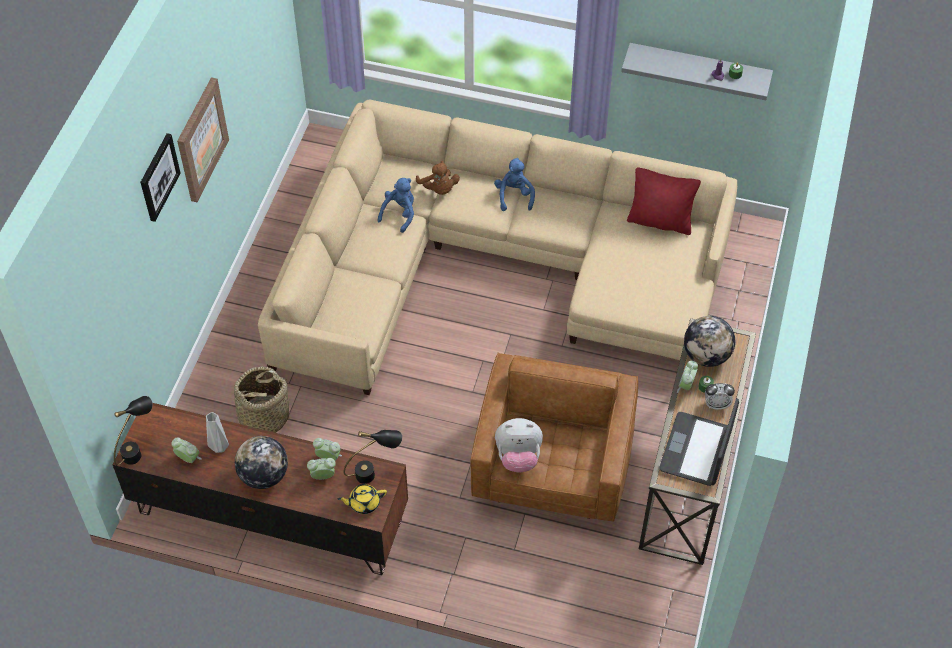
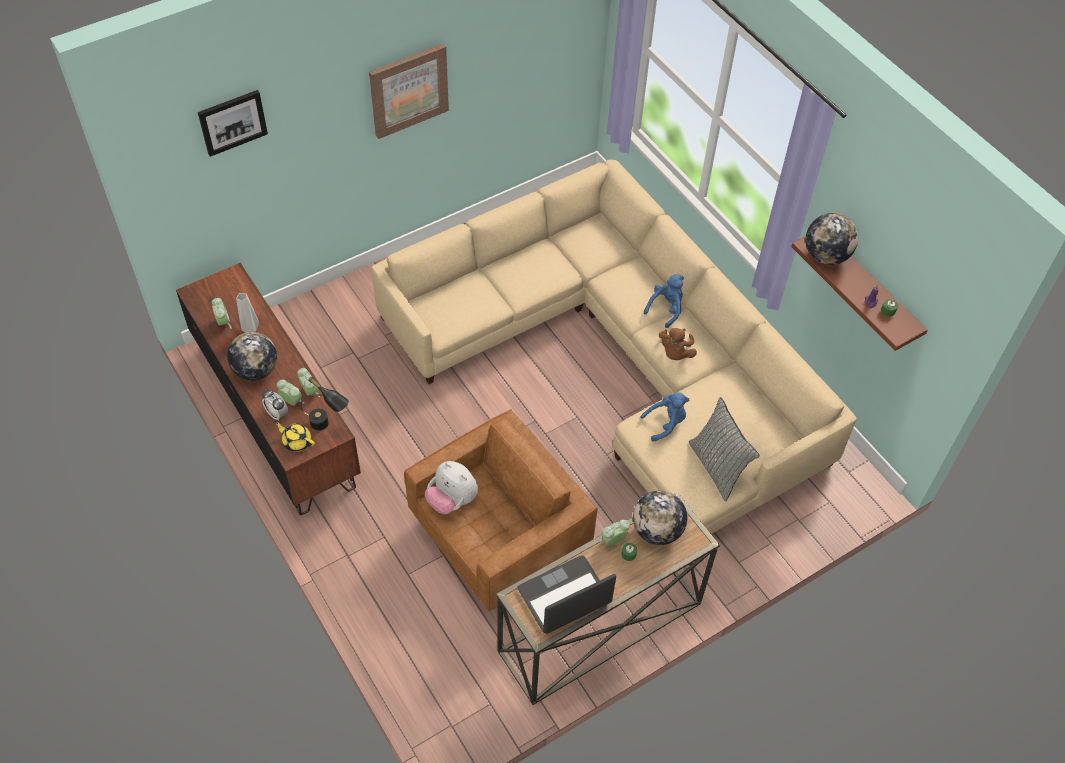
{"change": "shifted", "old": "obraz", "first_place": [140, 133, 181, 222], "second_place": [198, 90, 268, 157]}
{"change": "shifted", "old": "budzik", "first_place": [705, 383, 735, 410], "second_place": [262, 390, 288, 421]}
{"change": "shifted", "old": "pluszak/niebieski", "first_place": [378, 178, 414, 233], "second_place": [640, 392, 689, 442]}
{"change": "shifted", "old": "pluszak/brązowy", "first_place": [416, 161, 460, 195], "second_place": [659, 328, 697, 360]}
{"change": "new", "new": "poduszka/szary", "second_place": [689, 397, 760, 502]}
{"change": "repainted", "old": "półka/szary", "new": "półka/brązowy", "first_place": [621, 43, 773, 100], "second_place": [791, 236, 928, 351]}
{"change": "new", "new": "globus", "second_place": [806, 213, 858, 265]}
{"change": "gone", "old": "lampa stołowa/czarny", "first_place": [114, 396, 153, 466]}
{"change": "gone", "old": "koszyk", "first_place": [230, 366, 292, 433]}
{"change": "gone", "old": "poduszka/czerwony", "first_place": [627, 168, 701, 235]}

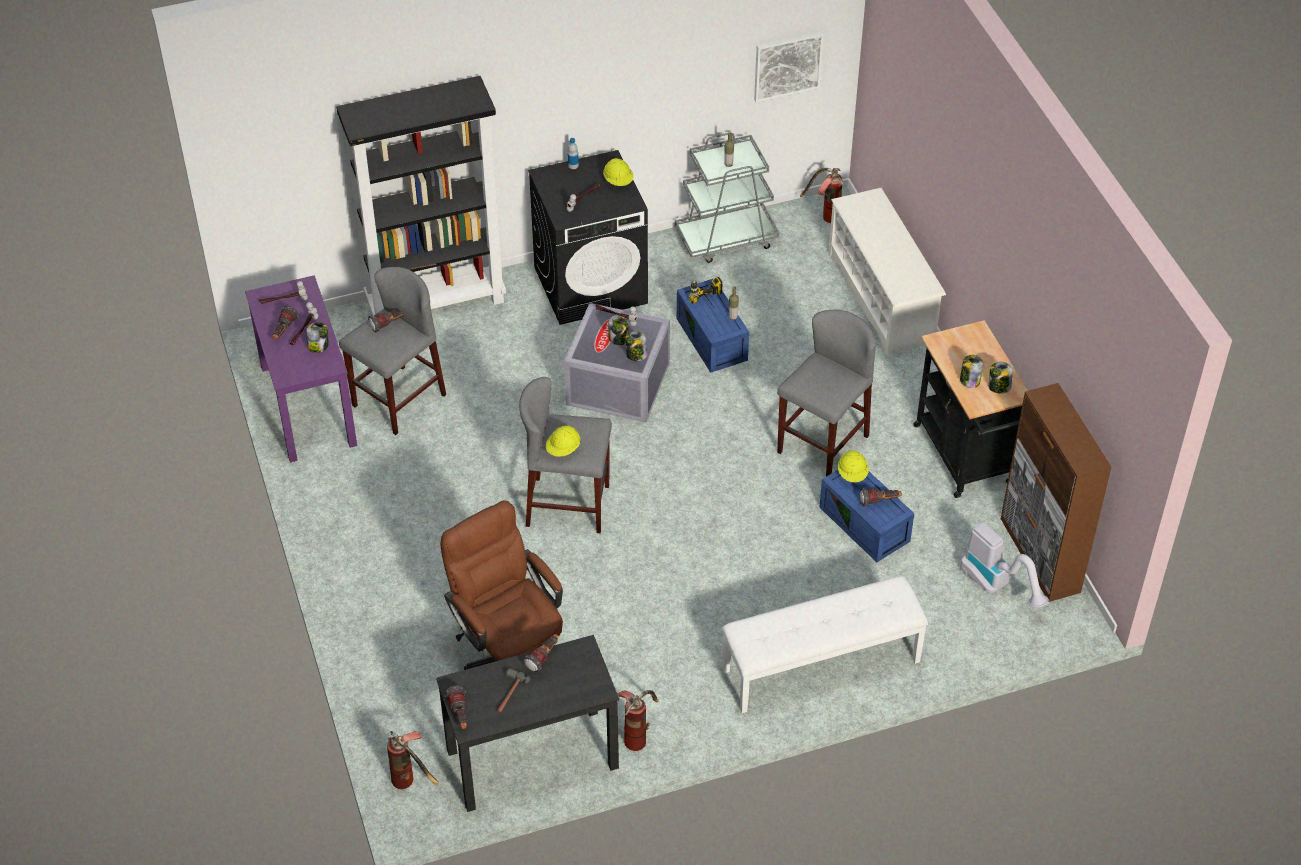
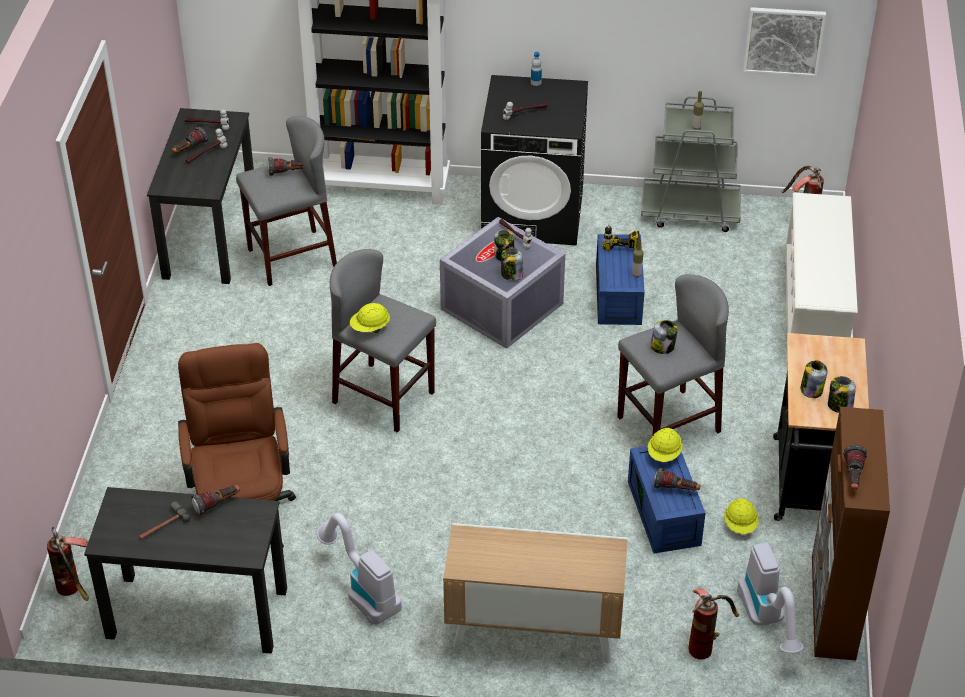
{"change": "repainted", "old": "biurko/fioletowy", "new": "biurko/czarny", "first_place": [245, 275, 357, 463], "second_place": [147, 108, 254, 284]}
{"change": "new", "new": "odkurzacz", "second_place": [316, 513, 402, 625]}
{"change": "swapped", "old": "ławka/biały", "new": "szafka", "first_place": [722, 576, 928, 713], "second_place": [443, 523, 628, 663]}
{"change": "shifted", "old": "słoik", "first_place": [306, 322, 329, 353], "second_place": [650, 320, 678, 354]}
{"change": "shifted", "old": "gaśnica", "first_place": [617, 690, 659, 751], "second_place": [688, 589, 739, 659]}
{"change": "shifted", "old": "kask/żółty", "first_place": [603, 158, 633, 186], "second_place": [724, 498, 759, 534]}
{"change": "shifted", "old": "latarka", "first_place": [444, 685, 467, 729], "second_place": [843, 445, 867, 490]}

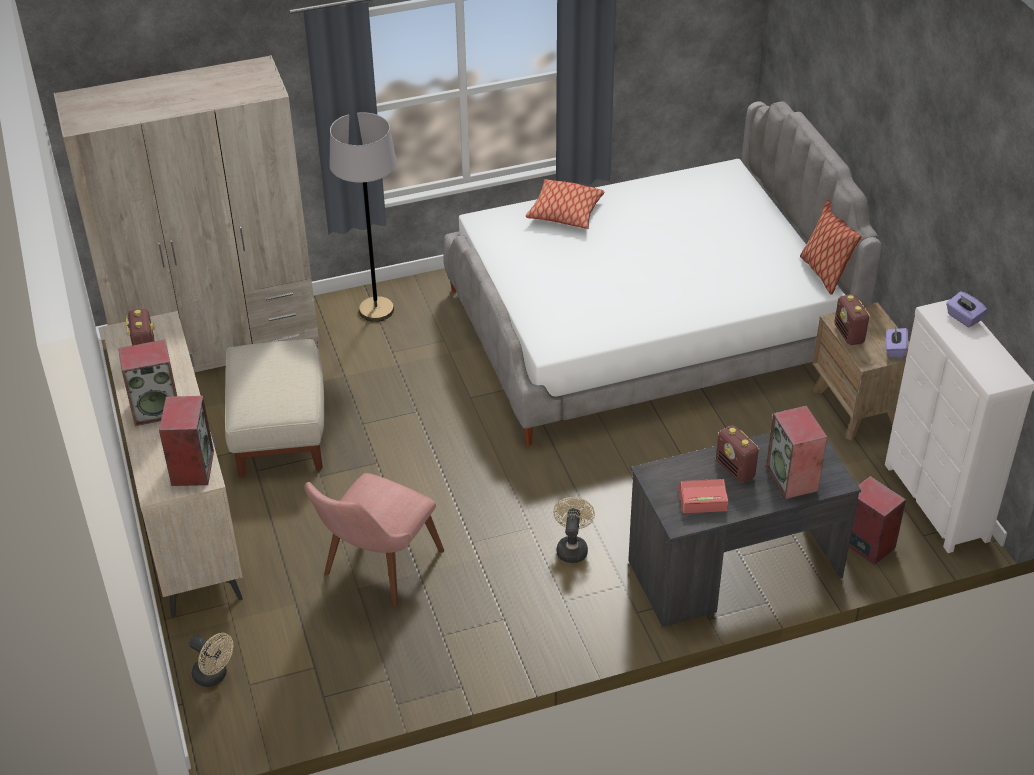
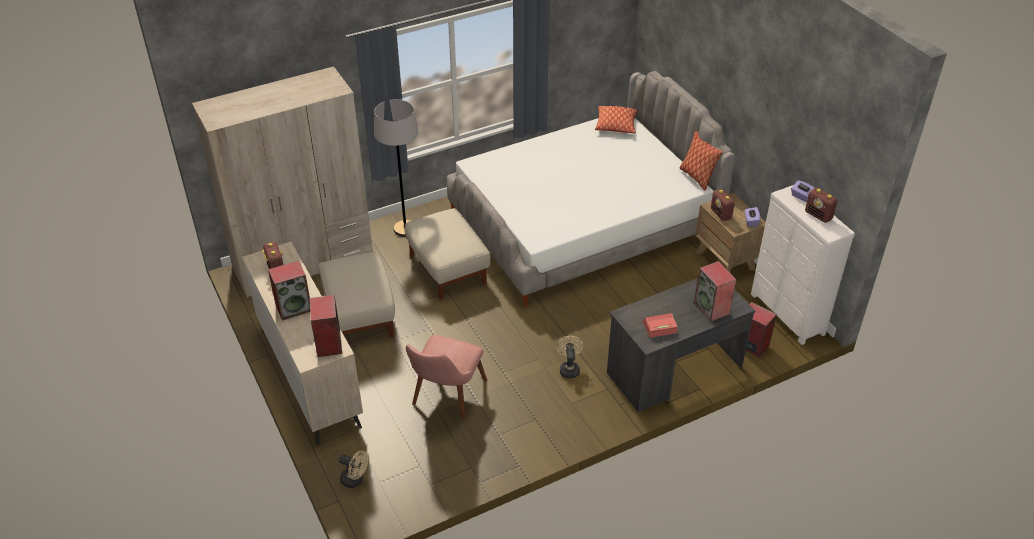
{"change": "new", "new": "pufa/beżowy", "second_place": [405, 208, 491, 300]}
{"change": "shifted", "old": "poduszka", "first_place": [526, 179, 604, 229], "second_place": [595, 106, 638, 134]}
{"change": "shifted", "old": "radio", "first_place": [716, 425, 760, 483], "second_place": [805, 188, 838, 223]}

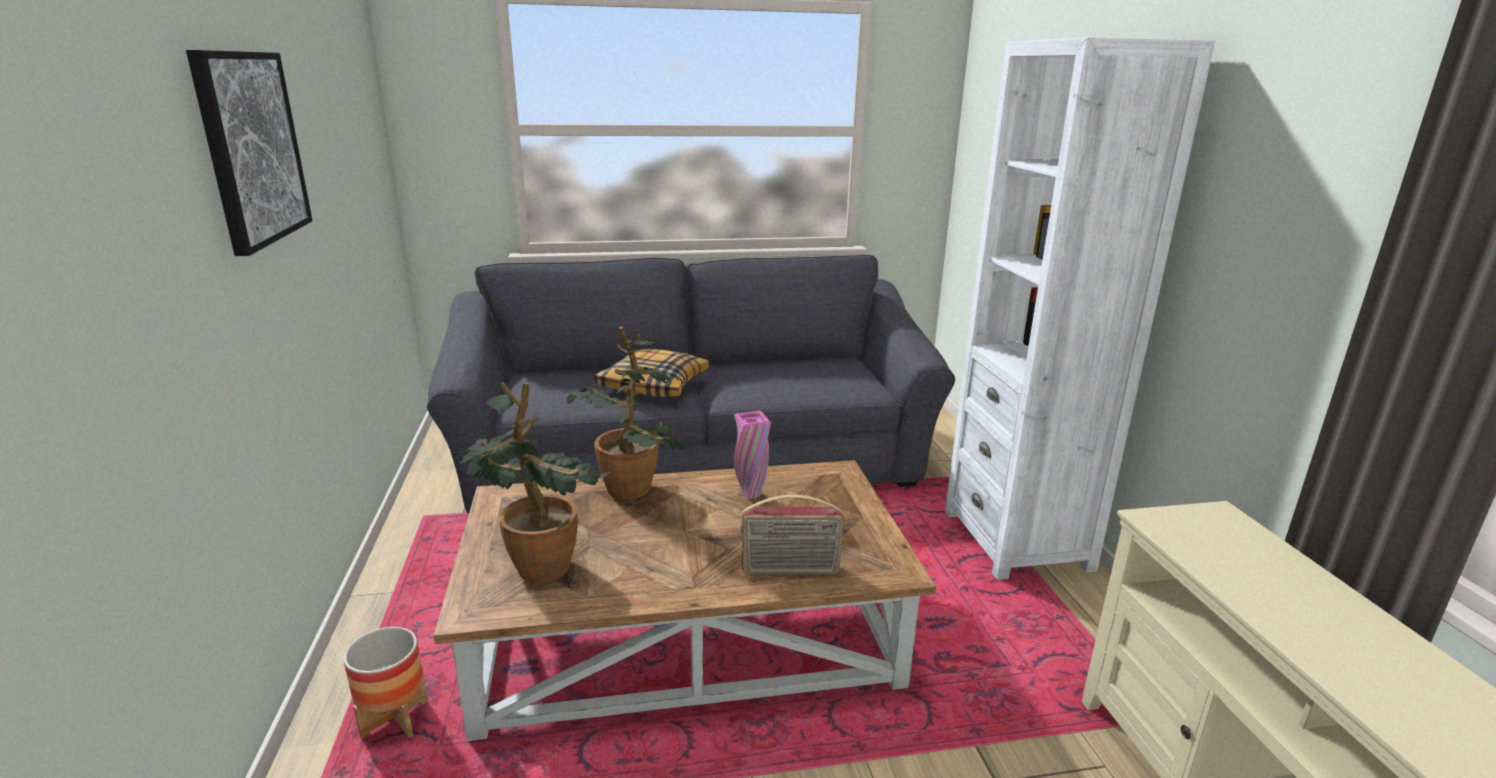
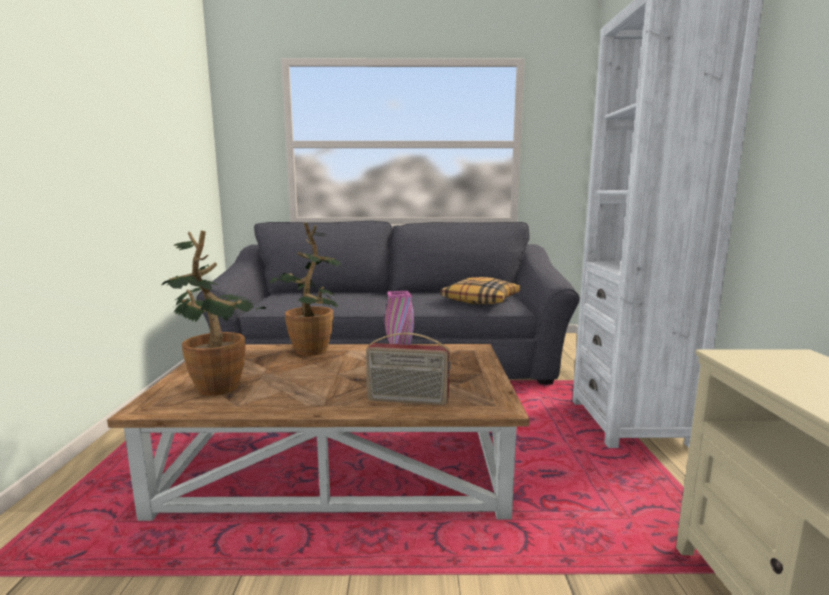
{"change": "shifted", "old": "poduszka", "first_place": [595, 349, 710, 397], "second_place": [440, 277, 520, 305]}
{"change": "gone", "old": "obraz", "first_place": [186, 50, 312, 256]}
{"change": "gone", "old": "donica", "first_place": [344, 627, 428, 740]}

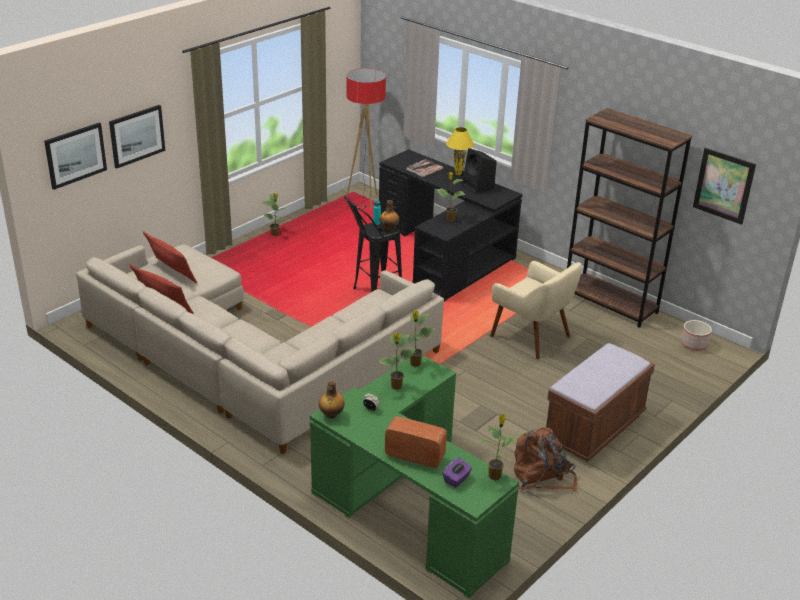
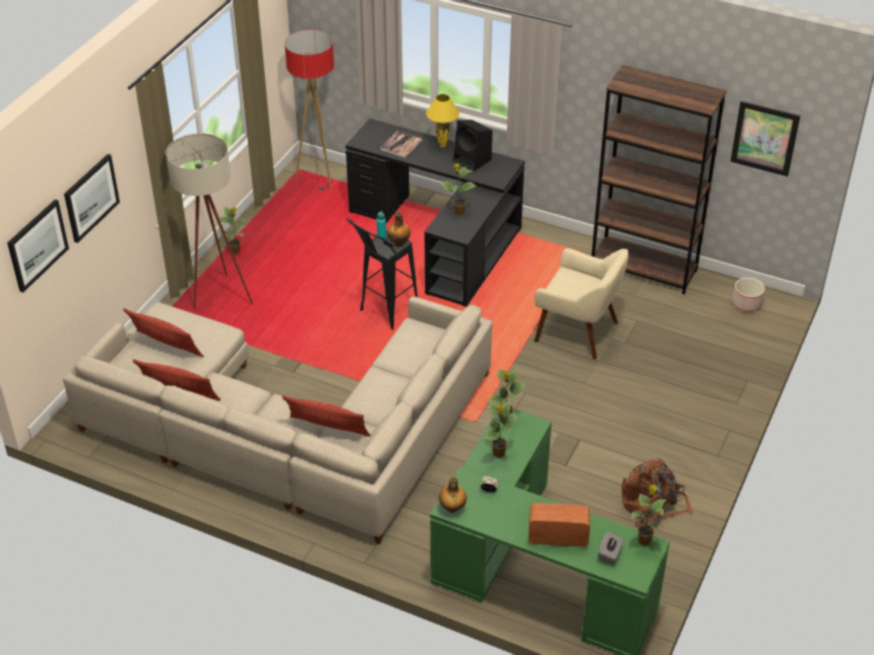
{"change": "new", "new": "lampa stojąca/beżowy", "second_place": [166, 133, 253, 310]}
{"change": "new", "new": "poduszka", "second_place": [282, 396, 371, 437]}
{"change": "repainted", "old": "pudełko chusteczek/fioletowy", "new": "pudełko chusteczek/szary", "first_place": [443, 457, 472, 488], "second_place": [598, 531, 623, 564]}
{"change": "gone", "old": "ławka/brązowy", "first_place": [546, 343, 655, 462]}

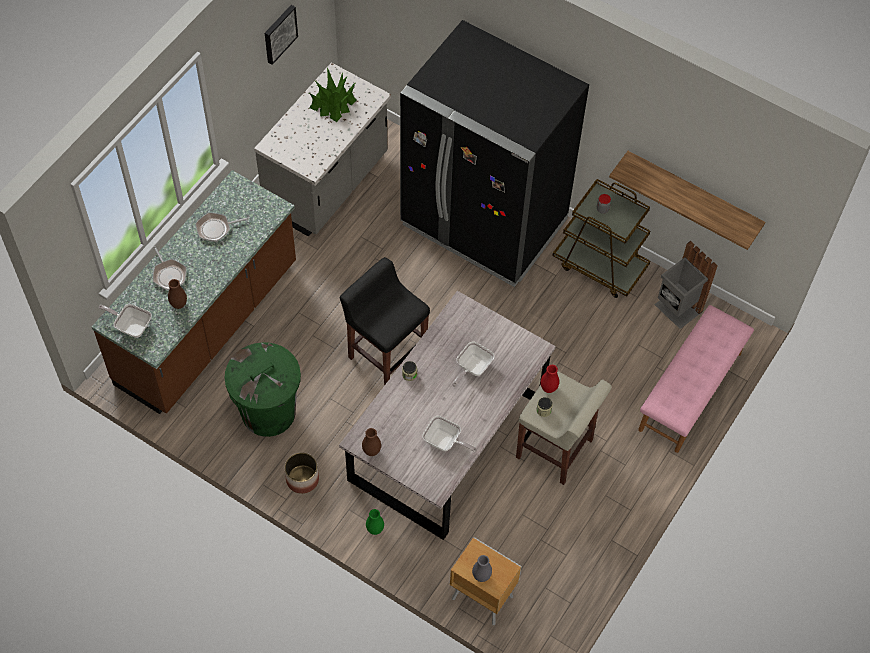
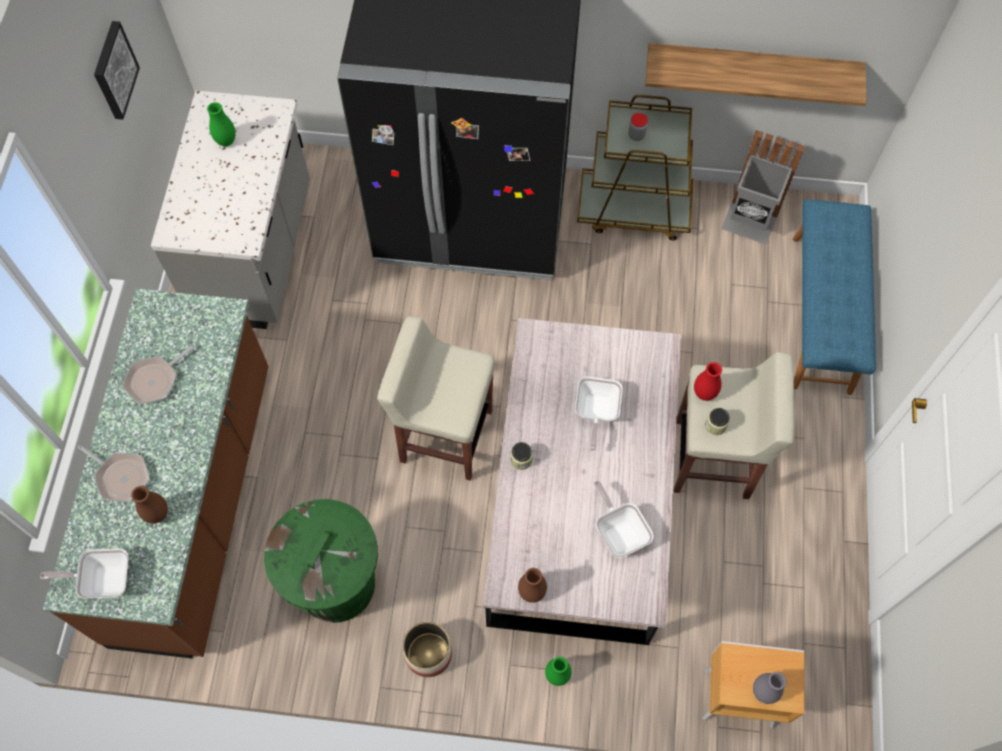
{"change": "swapped", "old": "roślina doniczkowa", "new": "wazon/zielony", "first_place": [309, 68, 357, 122], "second_place": [207, 102, 236, 147]}
{"change": "repainted", "old": "stołek/czarny", "new": "stołek/beżowy", "first_place": [340, 257, 430, 386], "second_place": [377, 316, 495, 481]}
{"change": "rotated", "old": "patelnia", "first_place": [423, 416, 477, 452], "second_place": [594, 481, 654, 558], "degrees": -120}
{"change": "repainted", "old": "ławka/różowy", "new": "ławka/niebieski", "first_place": [638, 305, 754, 453], "second_place": [793, 200, 876, 395]}

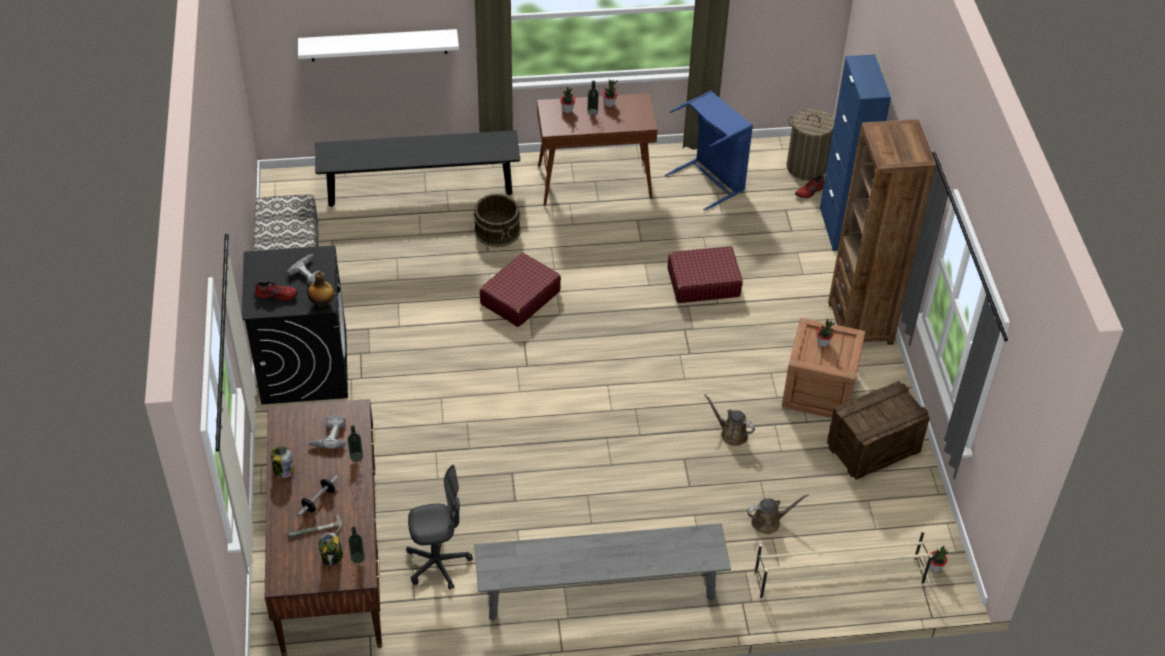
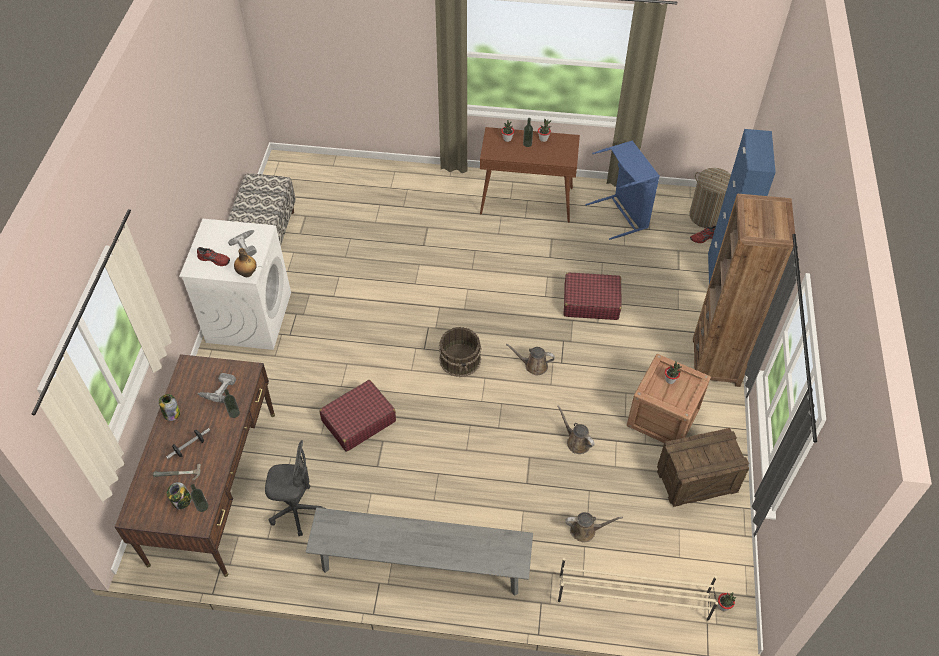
{"change": "repainted", "old": "pralka/czarny", "new": "pralka/biały", "first_place": [242, 246, 348, 405], "second_place": [179, 219, 291, 350]}
{"change": "shifted", "old": "walizka/czerwony", "first_place": [480, 253, 561, 327], "second_place": [319, 380, 396, 452]}
{"change": "shifted", "old": "wiadro/brązowy", "first_place": [473, 194, 521, 247], "second_place": [439, 327, 482, 377]}
{"change": "new", "new": "konewka/brązowy", "second_place": [506, 344, 555, 375]}
{"change": "gone", "old": "półka/biały", "first_place": [298, 29, 459, 61]}
{"change": "gone", "old": "ławka/czarny", "first_place": [315, 130, 520, 207]}

